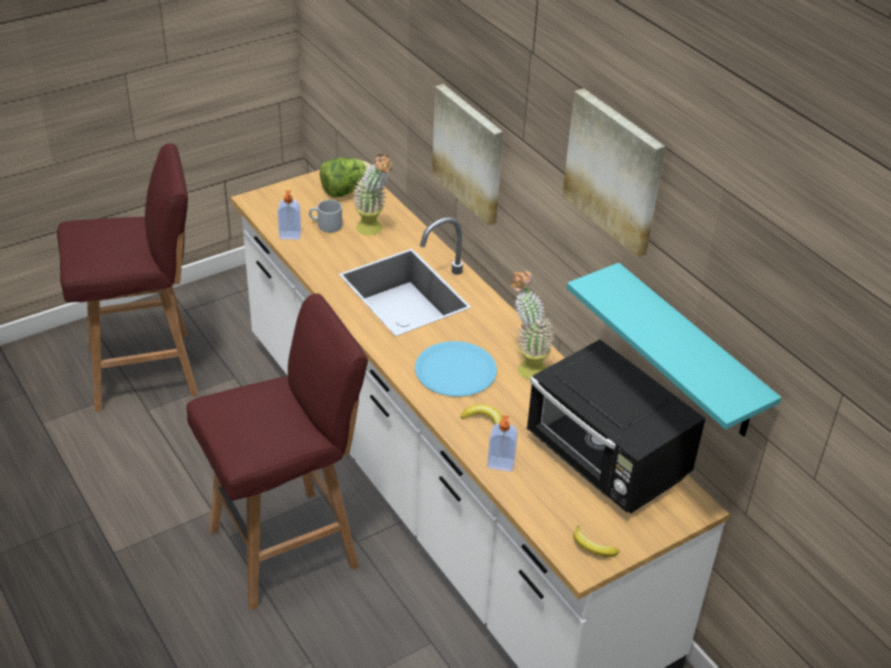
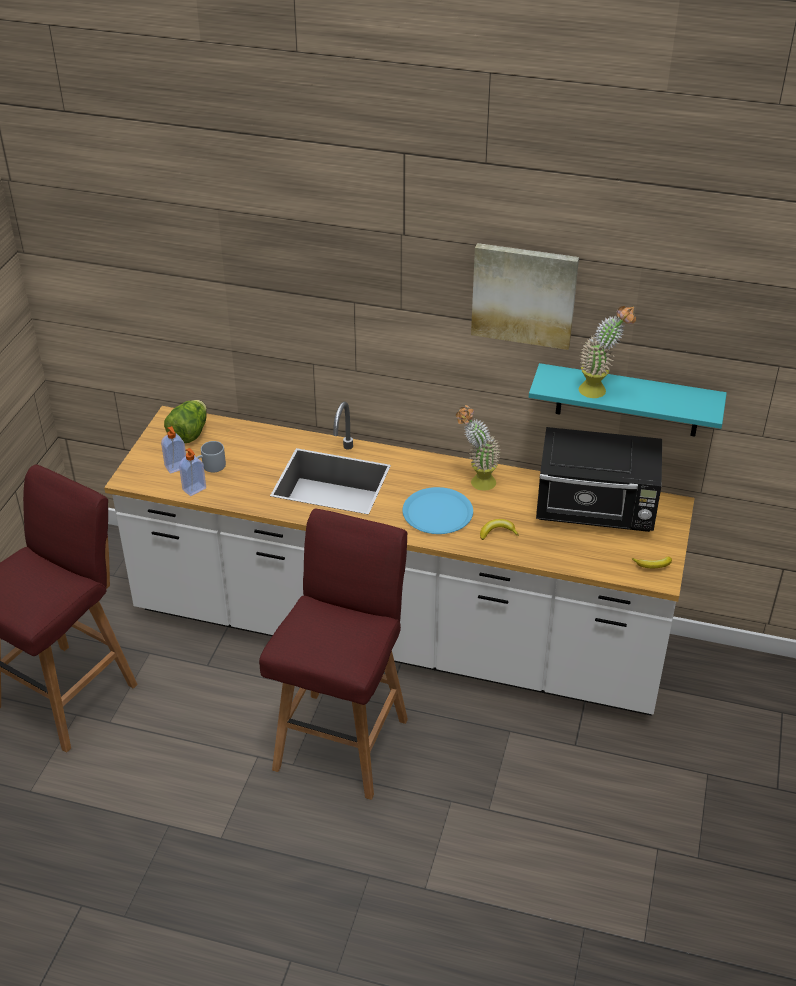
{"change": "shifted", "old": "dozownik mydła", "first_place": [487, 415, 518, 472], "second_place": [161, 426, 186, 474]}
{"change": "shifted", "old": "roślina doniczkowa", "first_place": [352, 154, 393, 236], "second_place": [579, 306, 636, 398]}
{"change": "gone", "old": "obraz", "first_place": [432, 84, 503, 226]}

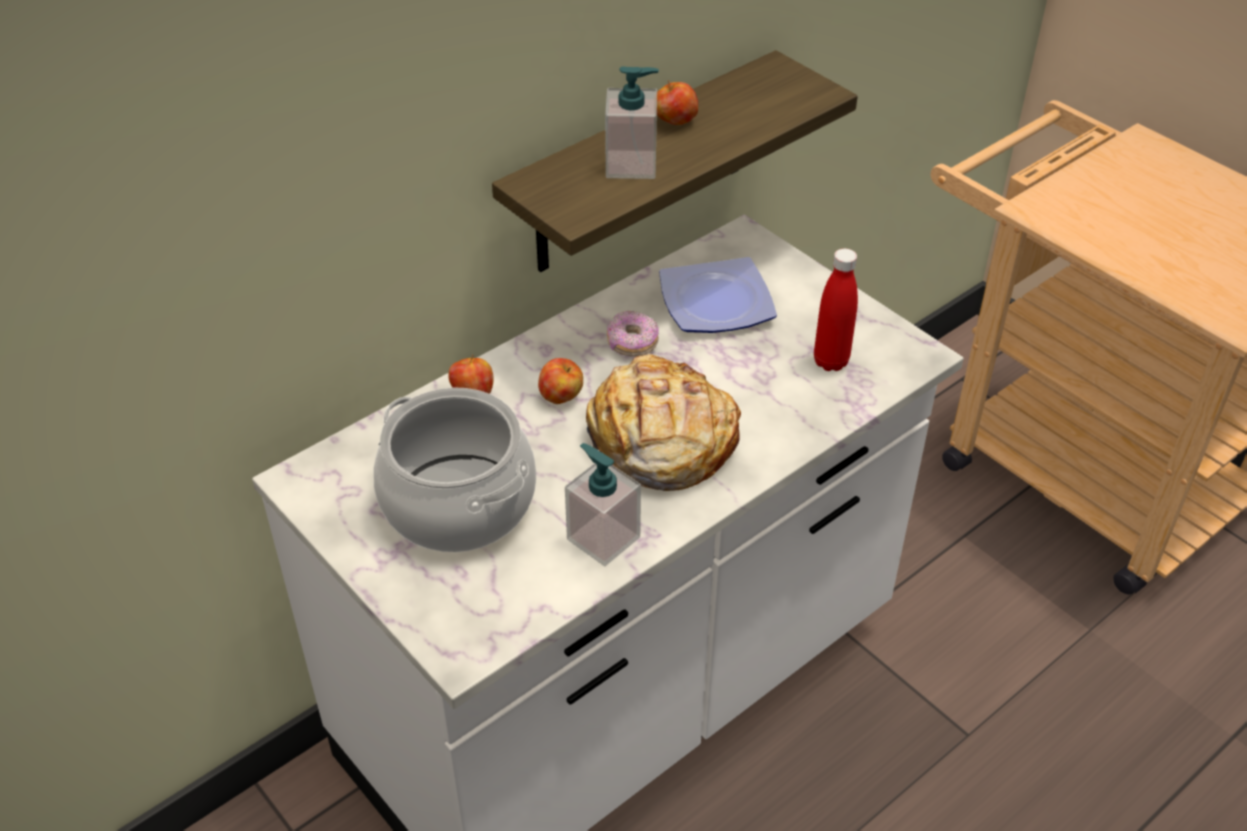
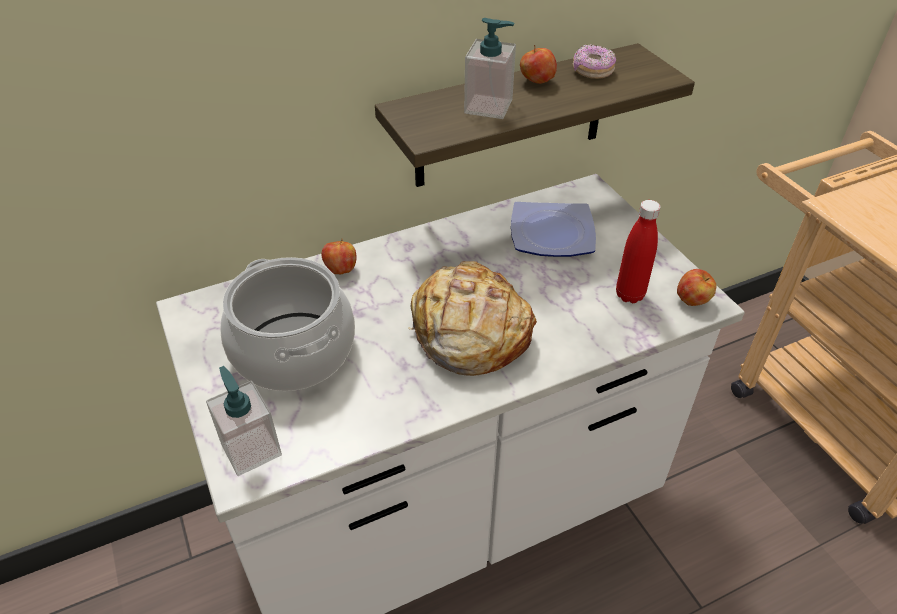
{"change": "shifted", "old": "dozownik mydła", "first_place": [565, 443, 641, 566], "second_place": [206, 366, 282, 476]}
{"change": "shifted", "old": "donut", "first_place": [607, 311, 659, 357], "second_place": [572, 44, 616, 79]}
{"change": "shifted", "old": "jabłko", "first_place": [538, 358, 583, 404], "second_place": [677, 269, 717, 306]}

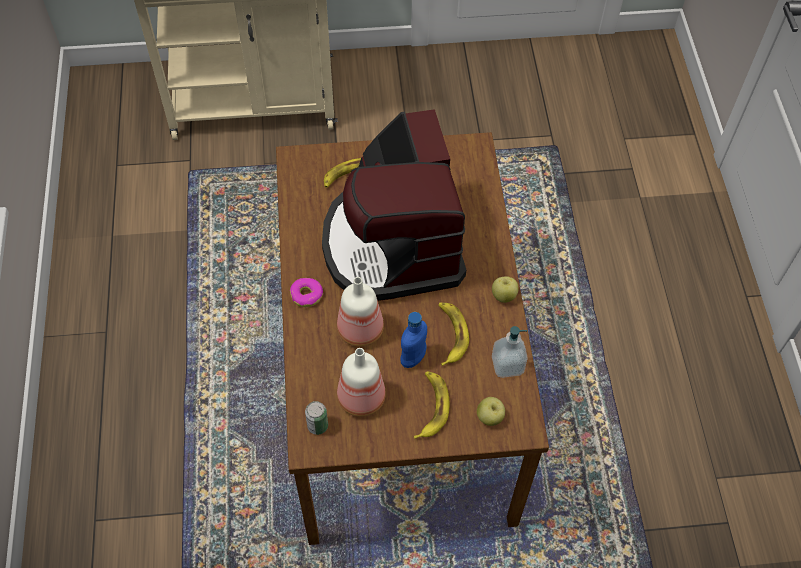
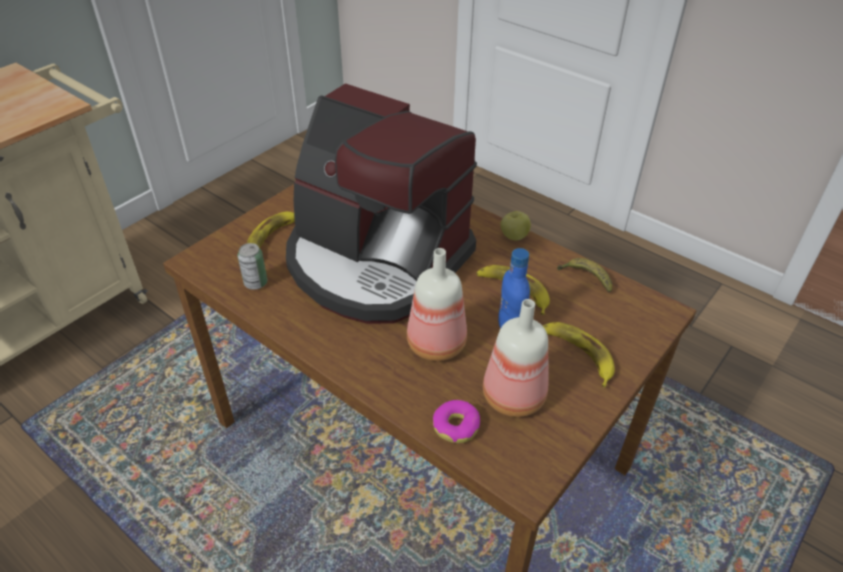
{"change": "shifted", "old": "puszka", "first_place": [305, 401, 328, 435], "second_place": [238, 243, 267, 290]}
{"change": "shifted", "old": "donut", "first_place": [290, 278, 323, 307], "second_place": [433, 400, 480, 443]}
{"change": "swapped", "old": "dozownik mydła", "new": "banan", "first_place": [492, 326, 528, 378], "second_place": [557, 258, 612, 293]}
{"change": "gone", "old": "jabłko", "first_place": [477, 397, 505, 426]}

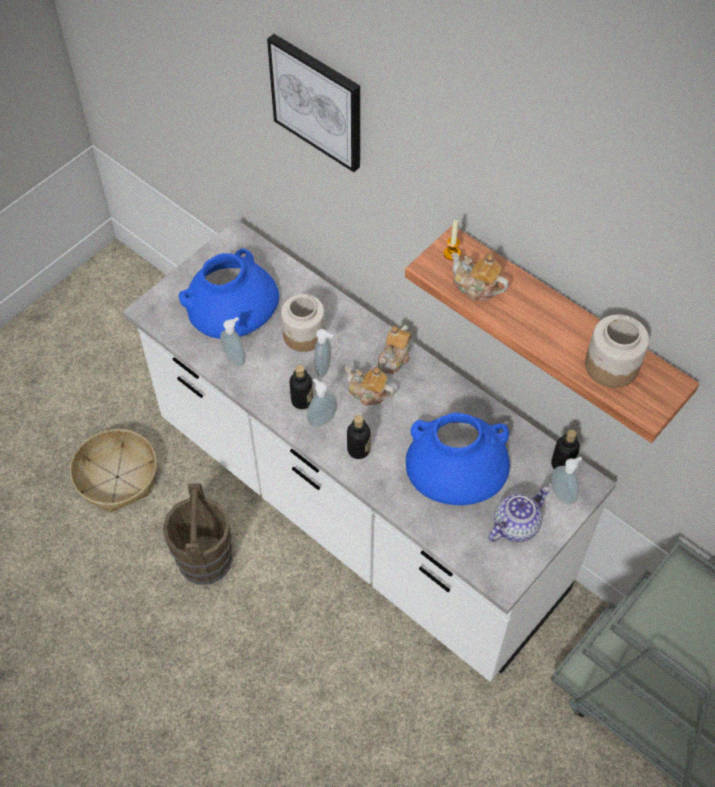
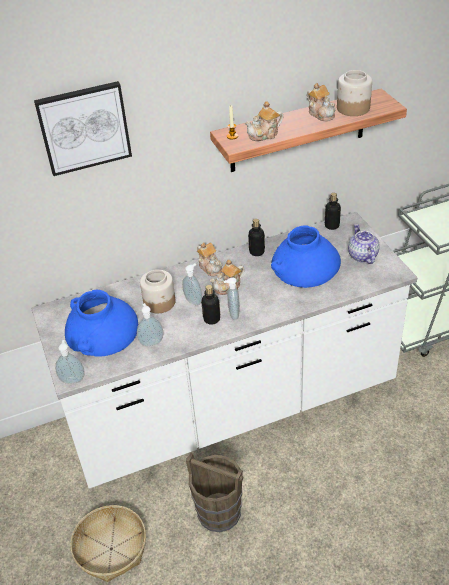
{"change": "shifted", "old": "dozownik mydła", "first_place": [551, 457, 582, 504], "second_place": [55, 340, 85, 384]}
{"change": "shifted", "old": "butelka", "first_place": [347, 415, 370, 459], "second_place": [248, 219, 265, 256]}
{"change": "new", "new": "imbryk", "second_place": [307, 83, 336, 122]}

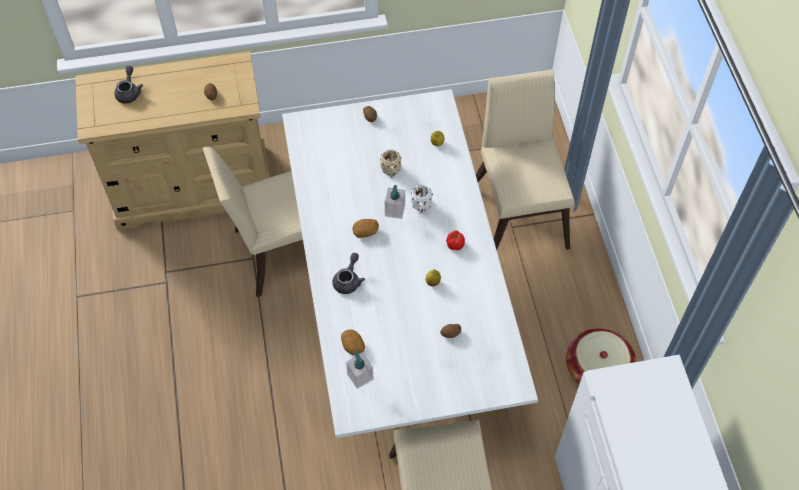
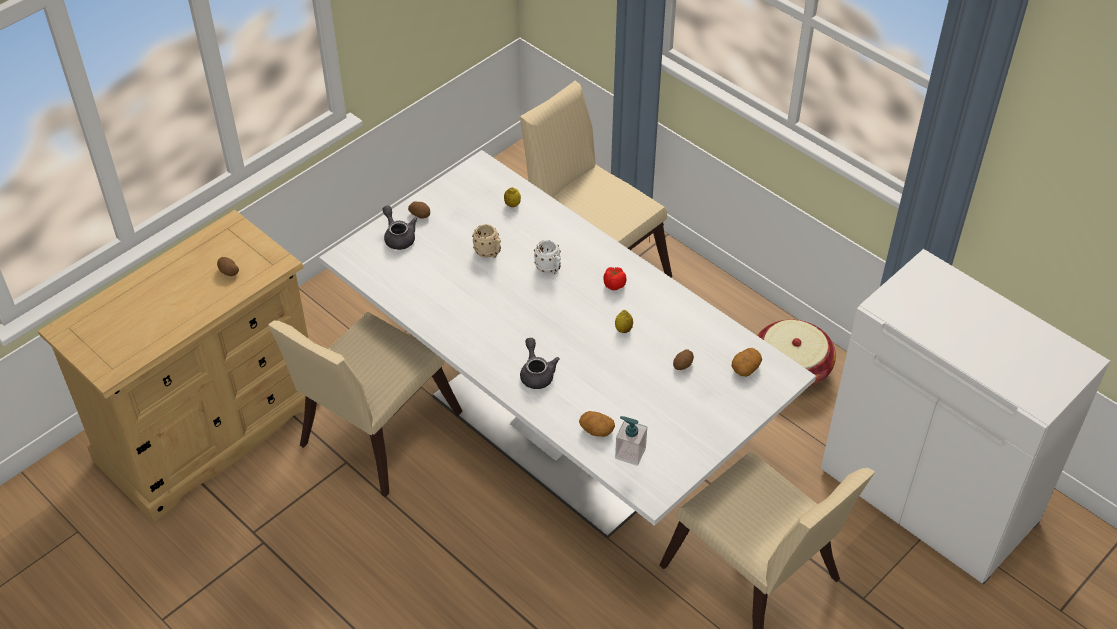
{"change": "shifted", "old": "imbryk/szary", "first_place": [114, 66, 143, 104], "second_place": [382, 205, 417, 250]}
{"change": "shifted", "old": "ziemniak", "first_place": [352, 219, 379, 238], "second_place": [732, 348, 762, 377]}
{"change": "gone", "old": "dozownik mydła", "first_place": [385, 185, 405, 219]}

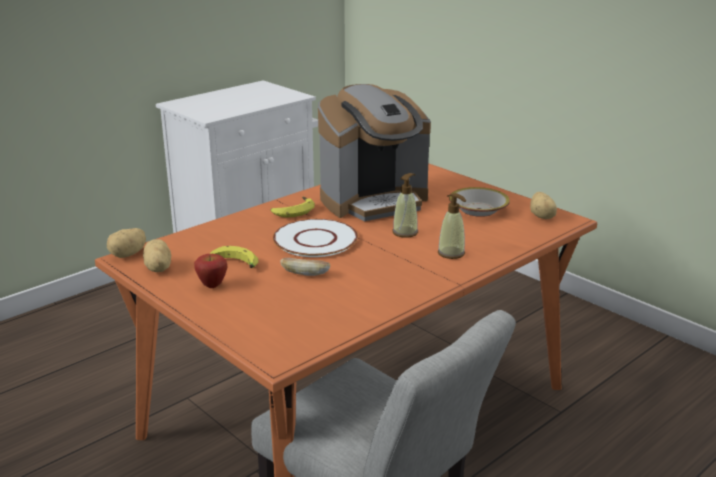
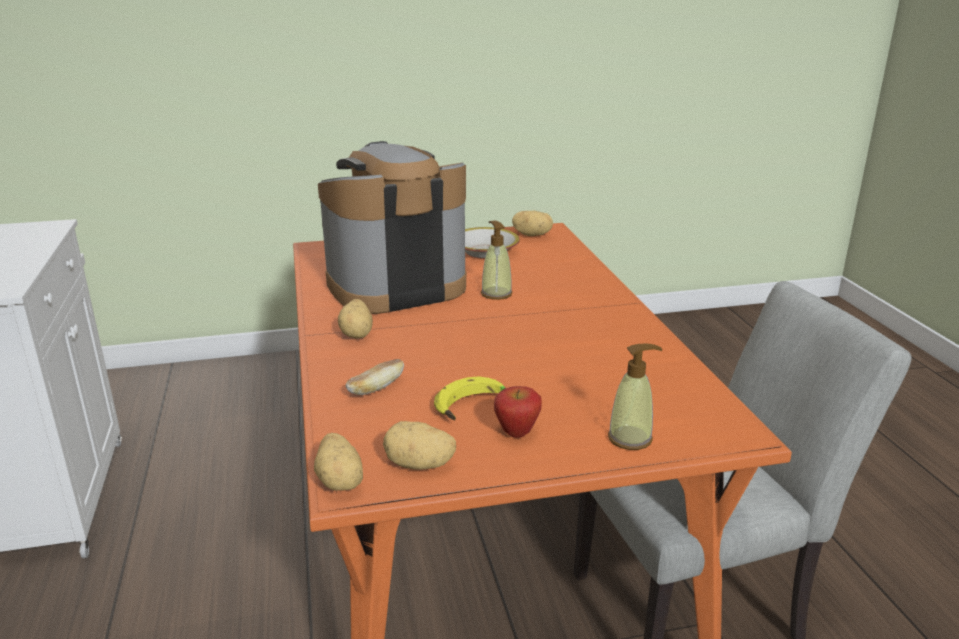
{"change": "rotated", "old": "ekspres do kawy", "first_place": [318, 84, 431, 221], "second_place": [318, 141, 466, 314], "degrees": -120}
{"change": "swapped", "old": "banan", "new": "ziemniak", "first_place": [270, 196, 315, 218], "second_place": [338, 299, 373, 338]}
{"change": "shifted", "old": "chleb", "first_place": [280, 258, 330, 276], "second_place": [345, 359, 404, 395]}
{"change": "shifted", "old": "dozownik mydła", "first_place": [438, 193, 467, 259], "second_place": [608, 344, 663, 450]}
{"change": "gone", "old": "talerz/biały", "first_place": [273, 219, 358, 257]}

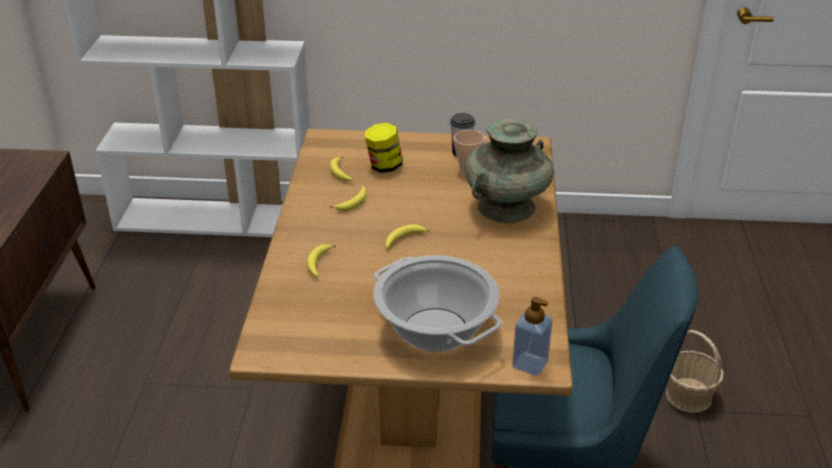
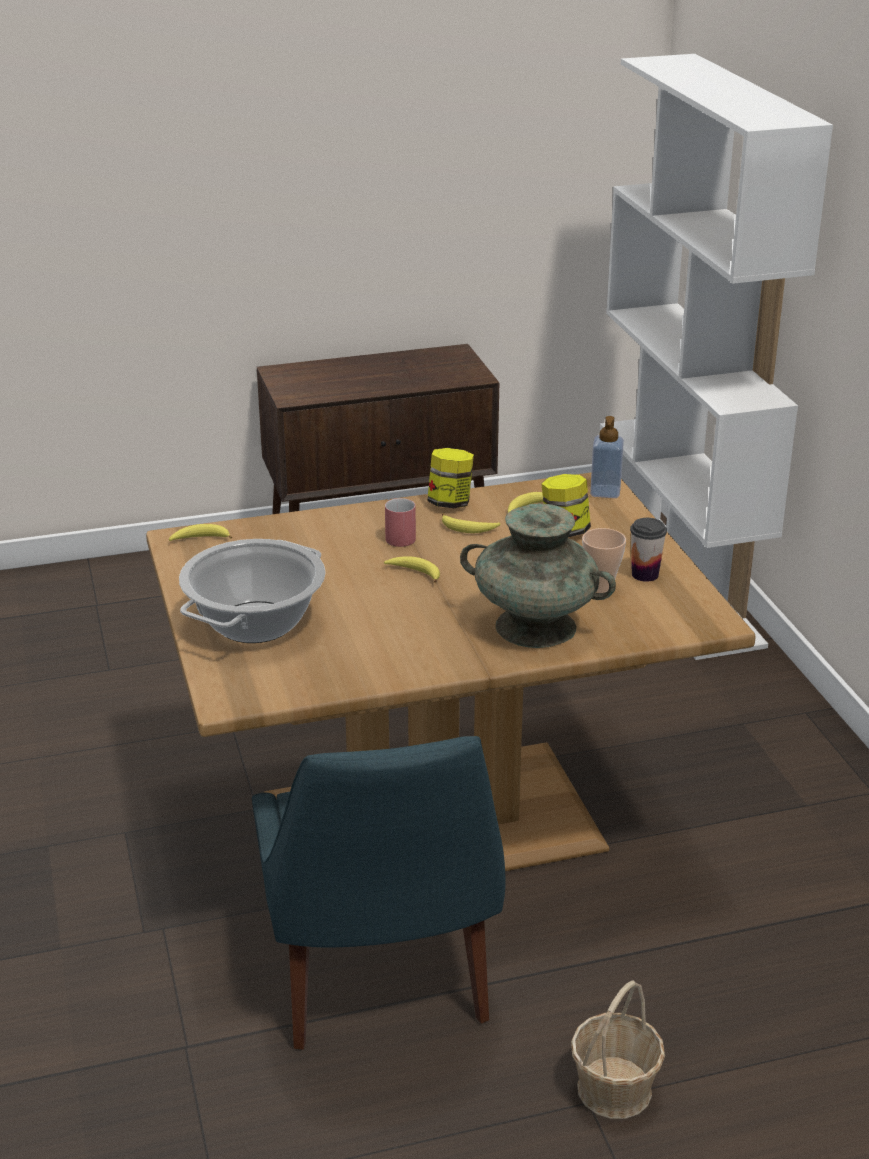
{"change": "shifted", "old": "banan", "first_place": [307, 244, 336, 277], "second_place": [169, 524, 232, 541]}
{"change": "new", "new": "kubek/czerwony", "second_place": [385, 498, 416, 547]}
{"change": "new", "new": "słoik", "second_place": [427, 448, 474, 508]}
{"change": "shifted", "old": "dozownik mydła", "first_place": [512, 297, 552, 376], "second_place": [590, 416, 624, 498]}

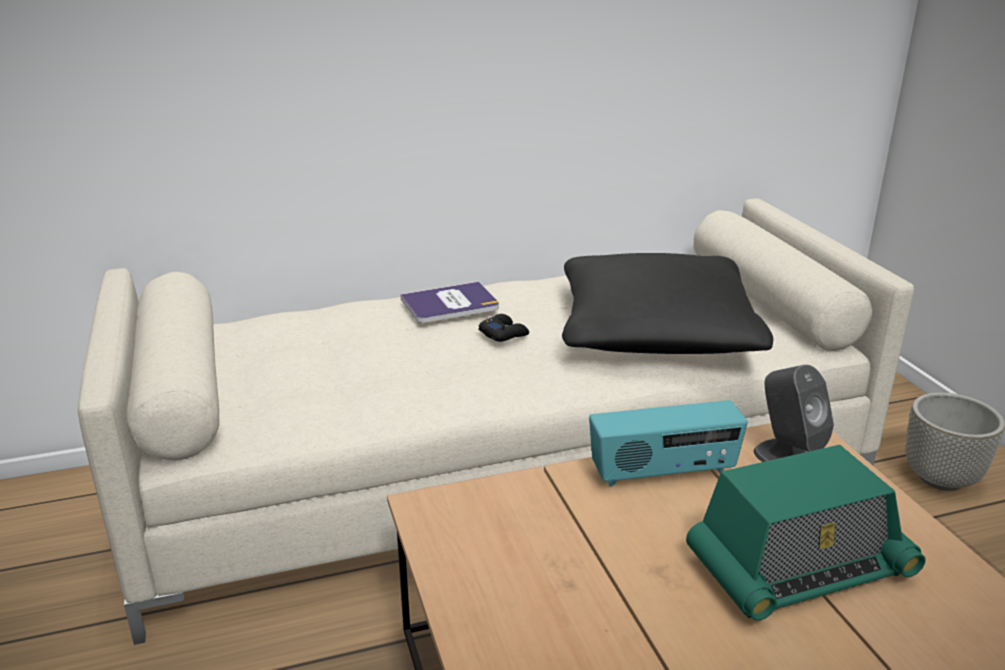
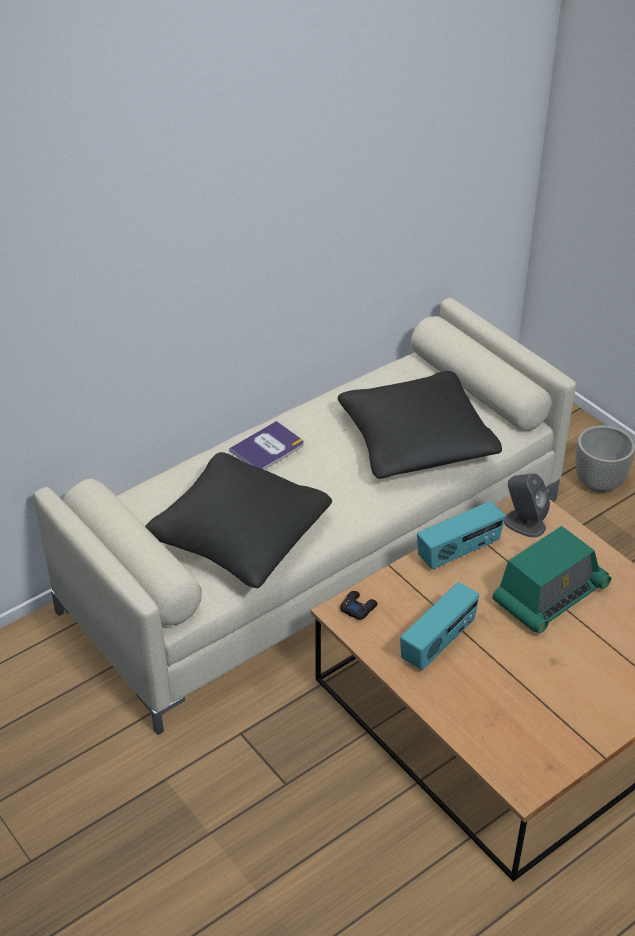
{"change": "new", "new": "poduszka/czarny", "second_place": [145, 452, 332, 588]}
{"change": "shifted", "old": "pad do gier/czarny", "first_place": [478, 314, 529, 342], "second_place": [340, 591, 378, 620]}
{"change": "new", "new": "radio", "second_place": [400, 582, 479, 670]}

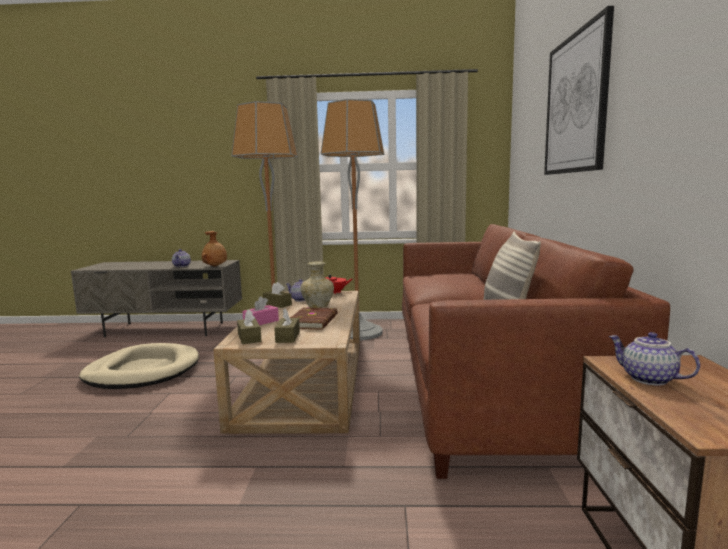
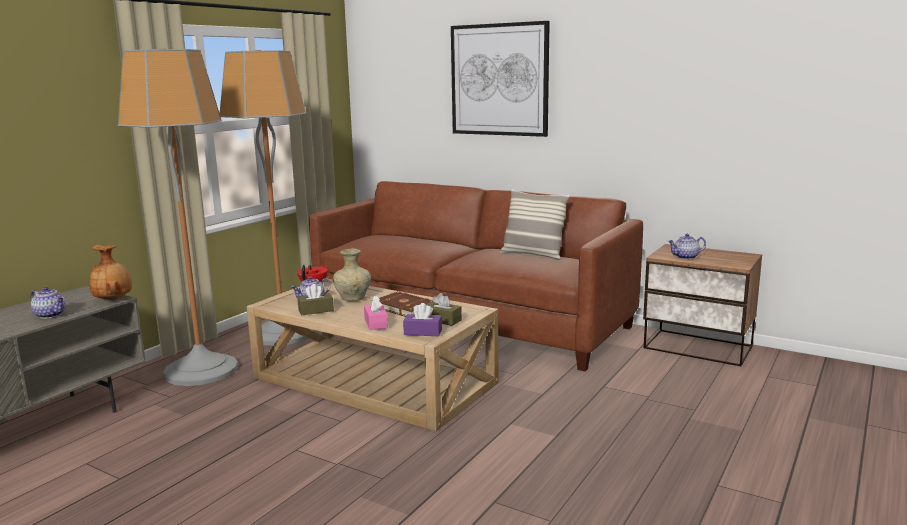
{"change": "repainted", "old": "pudełko chusteczek/brązowy", "new": "pudełko chusteczek/fioletowy", "first_place": [237, 309, 261, 344], "second_place": [403, 303, 442, 336]}
{"change": "gone", "old": "legowisko/beżowy", "first_place": [79, 343, 199, 389]}

